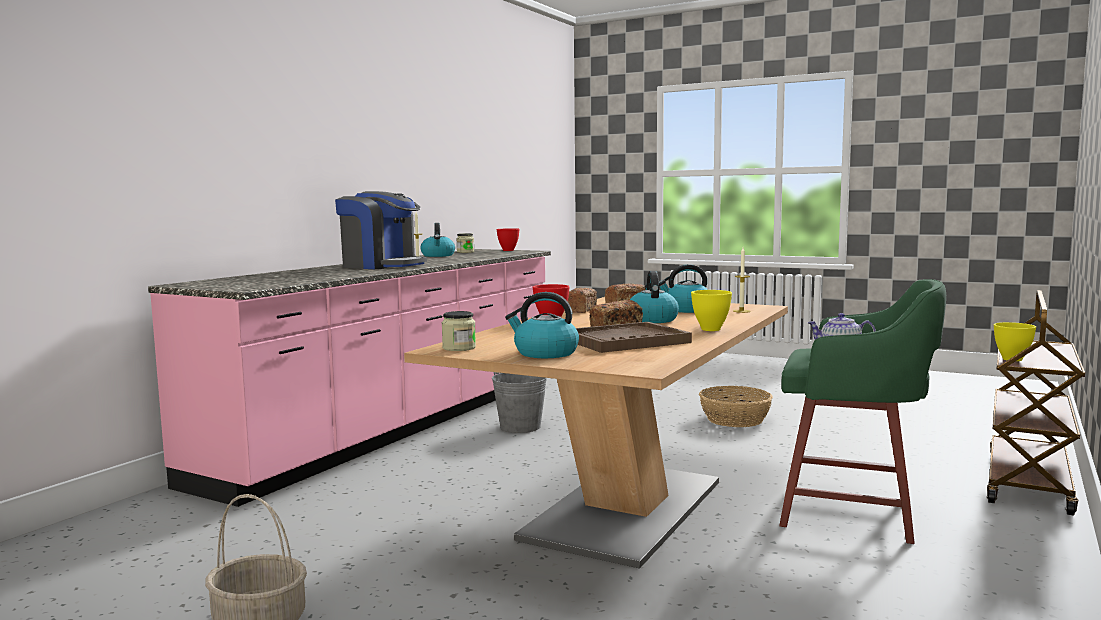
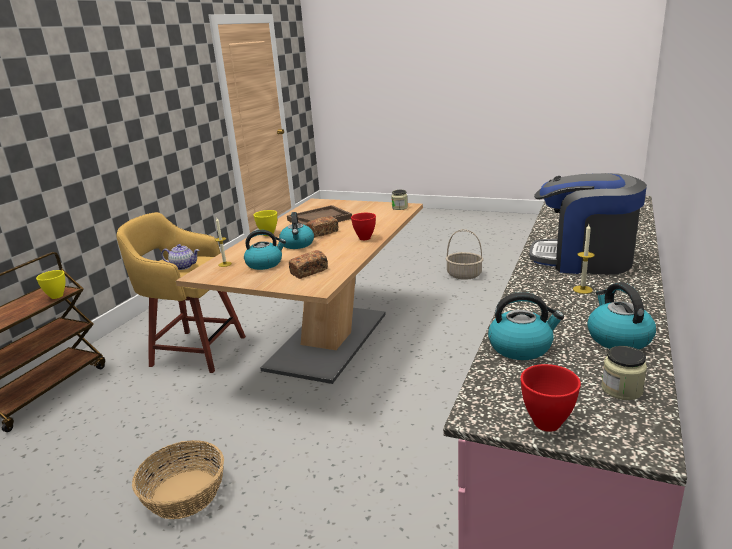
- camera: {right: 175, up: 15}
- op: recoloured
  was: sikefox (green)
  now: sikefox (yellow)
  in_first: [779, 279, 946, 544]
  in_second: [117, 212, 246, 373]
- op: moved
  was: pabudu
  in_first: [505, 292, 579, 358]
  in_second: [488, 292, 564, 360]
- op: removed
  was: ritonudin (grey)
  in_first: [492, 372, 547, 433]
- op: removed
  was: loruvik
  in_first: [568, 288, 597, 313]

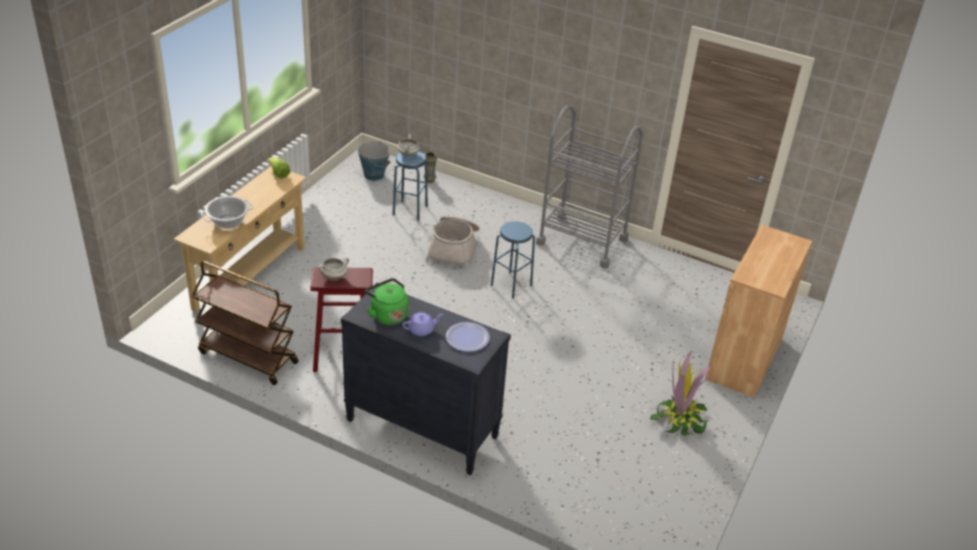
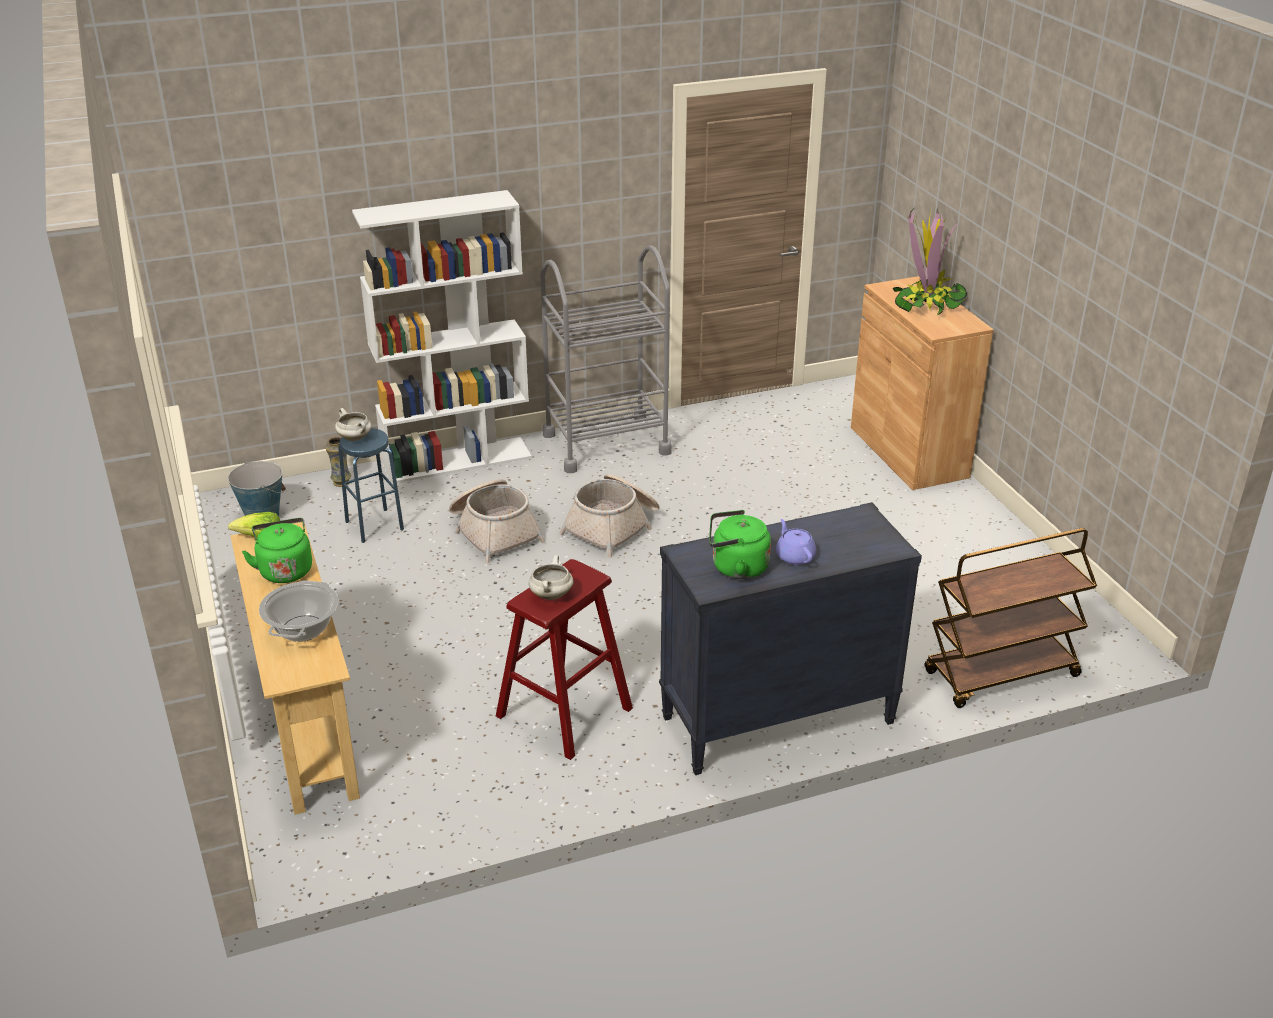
- camera: {right: -45, up: -5}
- op: added
  now: pabudu (green)
  in_second: [242, 518, 312, 583]
- op: added
  now: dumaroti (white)
  in_second: [352, 190, 532, 484]
- op: replaced
  was: sikefox (blue)
  now: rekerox
  in_first: [491, 221, 535, 299]
  in_second: [559, 474, 660, 558]
- op: turned
  was: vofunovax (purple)
  in_first: [402, 312, 443, 336]
  in_second: [776, 519, 816, 565]
  clockwise: -45
- op: moved
  was: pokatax
  in_first: [650, 351, 711, 436]
  in_second: [893, 209, 967, 315]
- op: moved
  was: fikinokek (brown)
  in_first: [192, 261, 298, 385]
  in_second: [924, 528, 1097, 708]
- op: removed
  was: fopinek
  in_first: [446, 322, 490, 352]

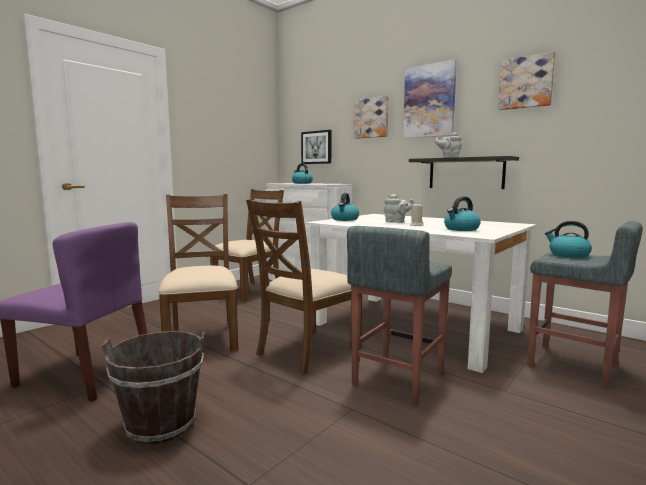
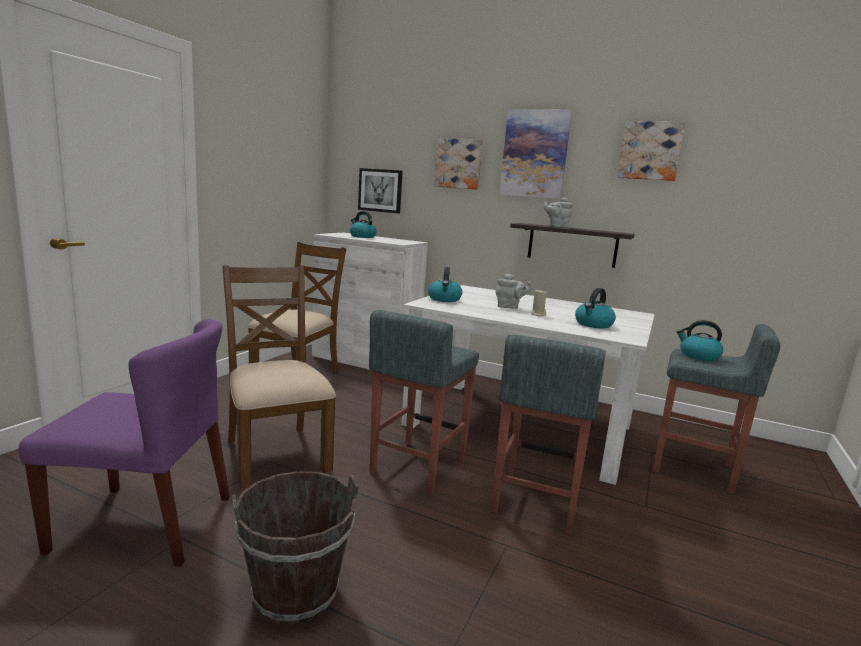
- camera: {right: -15, up: 5}
- op: replaced
  was: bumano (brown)
  now: sikefox (grey)
  in_first: [246, 198, 362, 375]
  in_second: [369, 310, 479, 494]

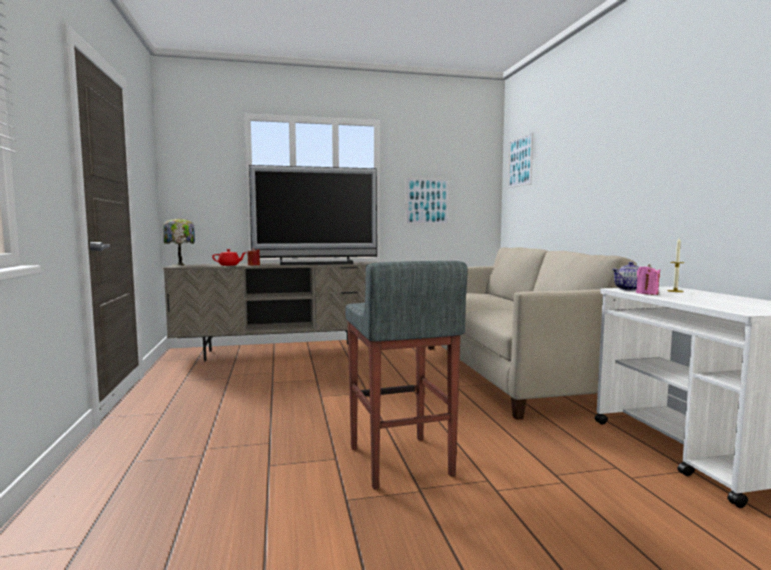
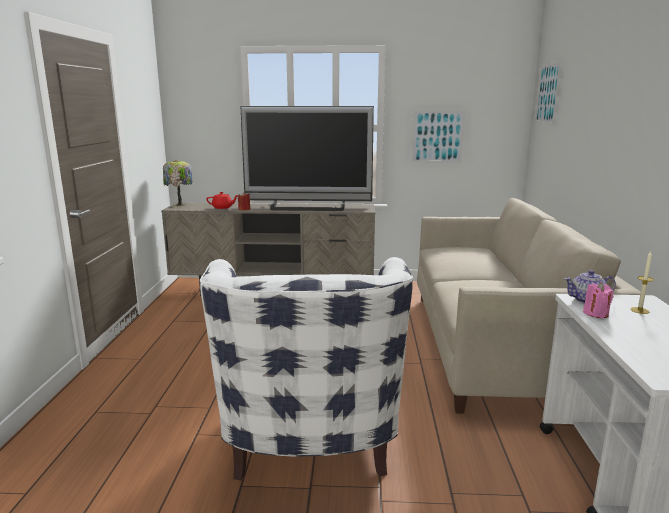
- camera: {right: 15, up: 10}
- op: replaced
  was: sikefox (grey)
  now: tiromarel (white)
  in_first: [345, 261, 468, 490]
  in_second: [200, 257, 413, 480]

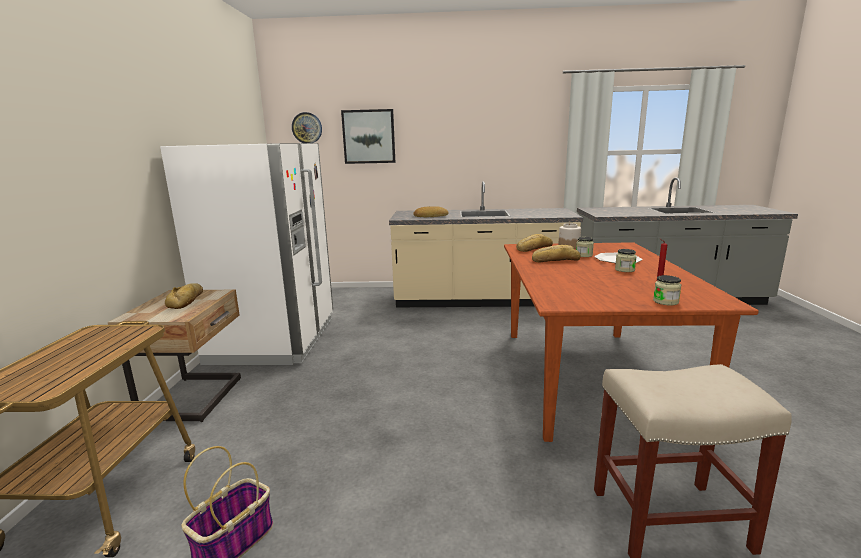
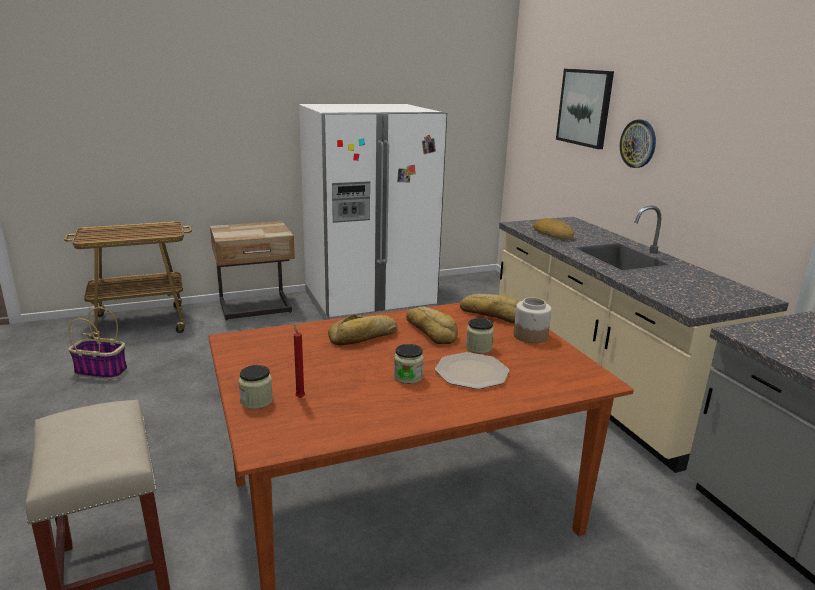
- camera: {right: 65, up: 5}
- op: moved
  was: loruvik
  in_first: [165, 283, 203, 309]
  in_second: [328, 314, 397, 345]
- op: moved
  was: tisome
  in_first: [292, 112, 322, 143]
  in_second: [620, 120, 656, 168]

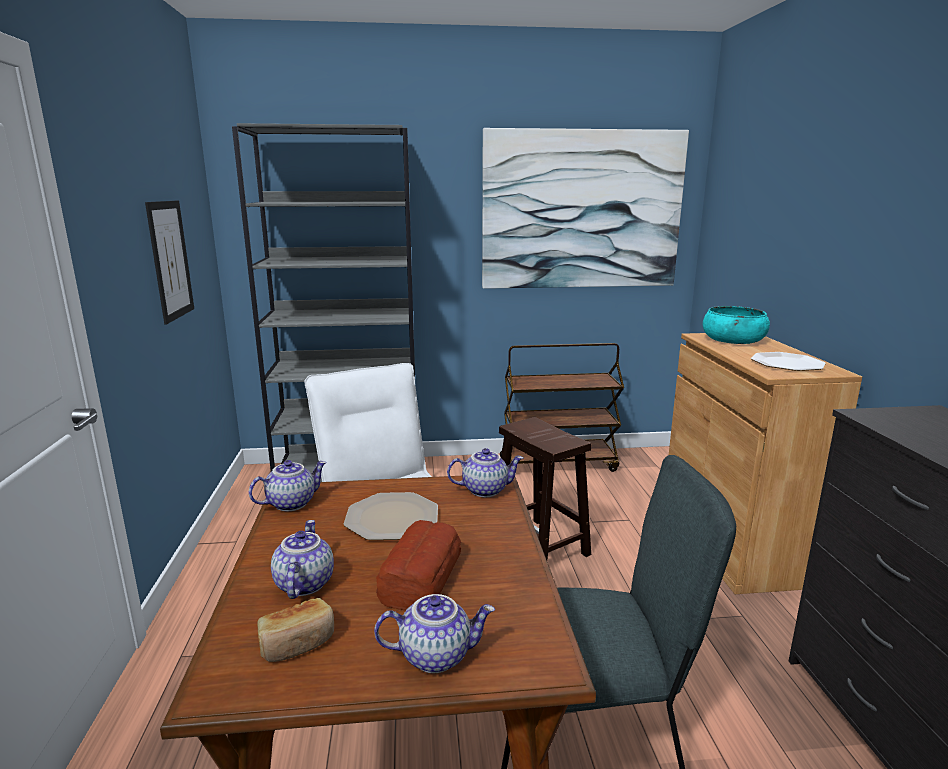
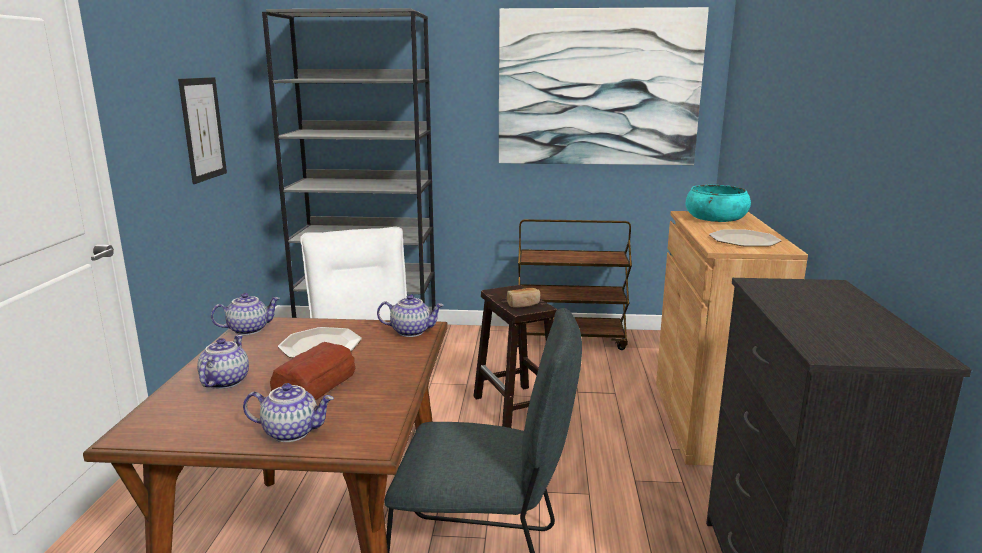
- camera: {right: 10, up: 0}
- op: moved
  was: loruvik
  in_first: [257, 598, 334, 662]
  in_second: [507, 288, 540, 308]

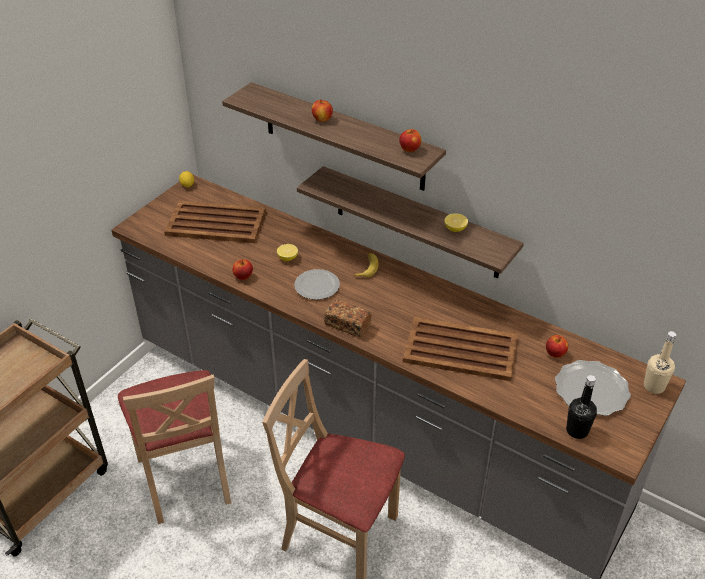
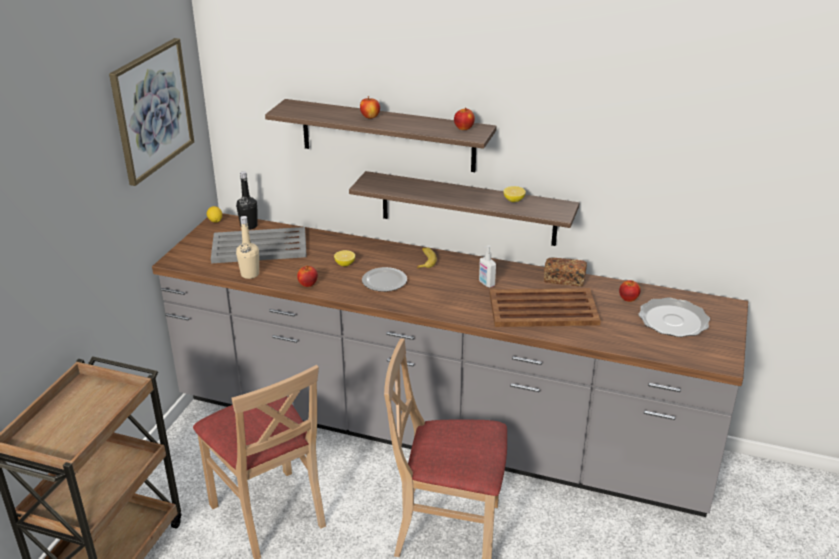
- camera: {right: -15, up: -10}
- op: added
  now: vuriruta
  in_second: [109, 38, 194, 186]
- op: recoloured
  was: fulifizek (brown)
  now: fulifizek (grey)
  in_first: [164, 201, 266, 243]
  in_second: [211, 227, 307, 263]
- op: moved
  was: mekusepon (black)
  in_first: [566, 375, 597, 439]
  in_second: [236, 171, 258, 230]
- op: moved
  was: mekusepon (beige)
  in_first: [644, 331, 676, 394]
  in_second: [236, 216, 259, 279]
- op: added
  now: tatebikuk
  in_second: [479, 245, 496, 287]
- op: moved
  was: loruvik
  in_first: [324, 299, 372, 337]
  in_second: [544, 257, 587, 286]

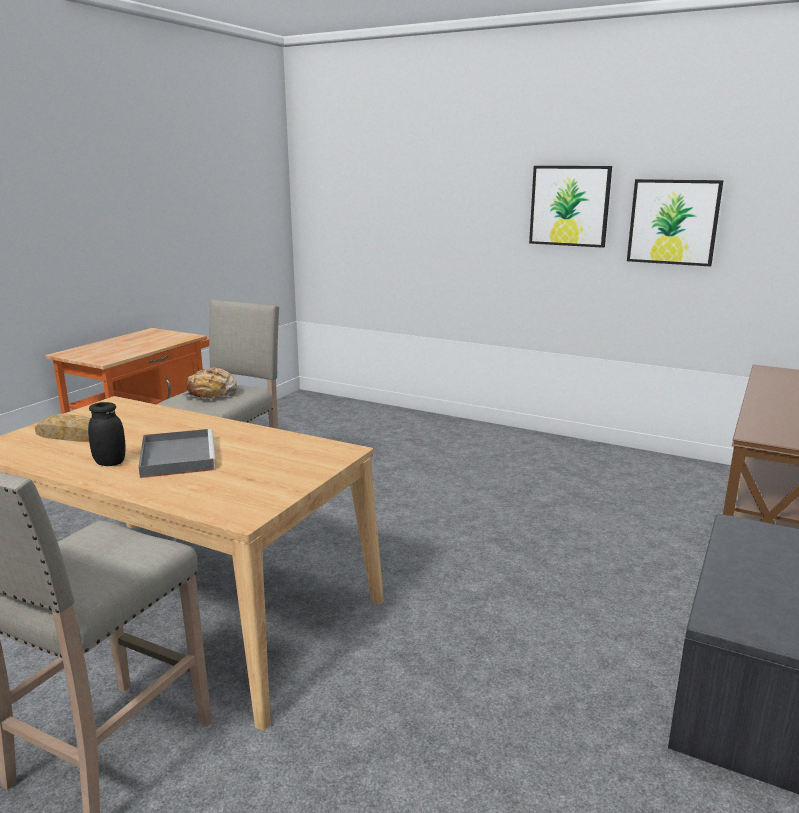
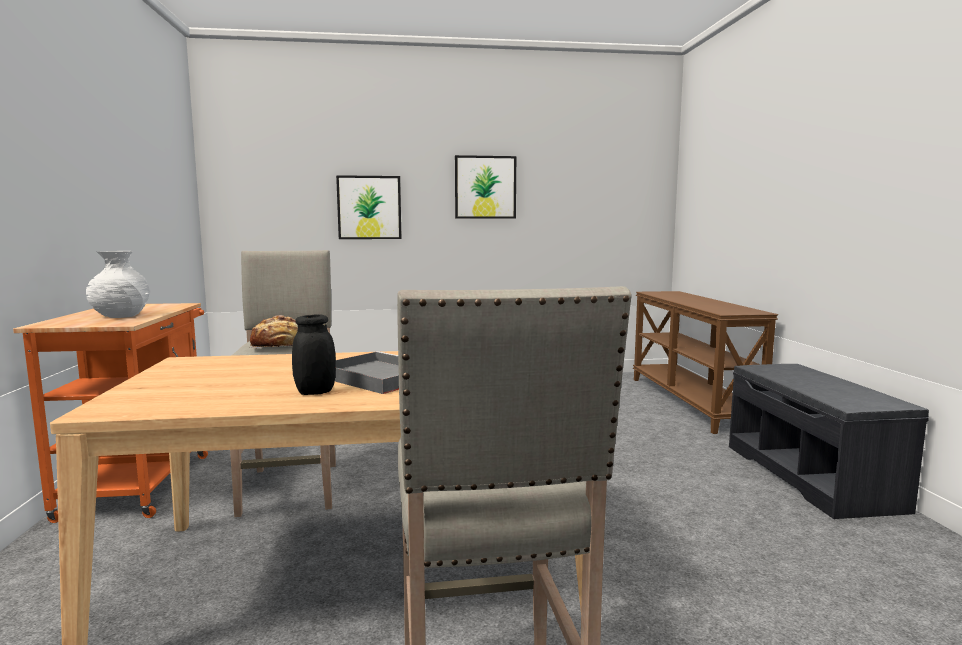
- camera: {right: -35, up: -10}
- op: added
  now: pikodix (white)
  in_second: [86, 251, 149, 318]
- op: moved
  was: vuriruta
  in_first: [627, 179, 723, 267]
  in_second: [336, 175, 402, 239]
- op: removed
  was: loruvik
  in_first: [35, 414, 90, 442]

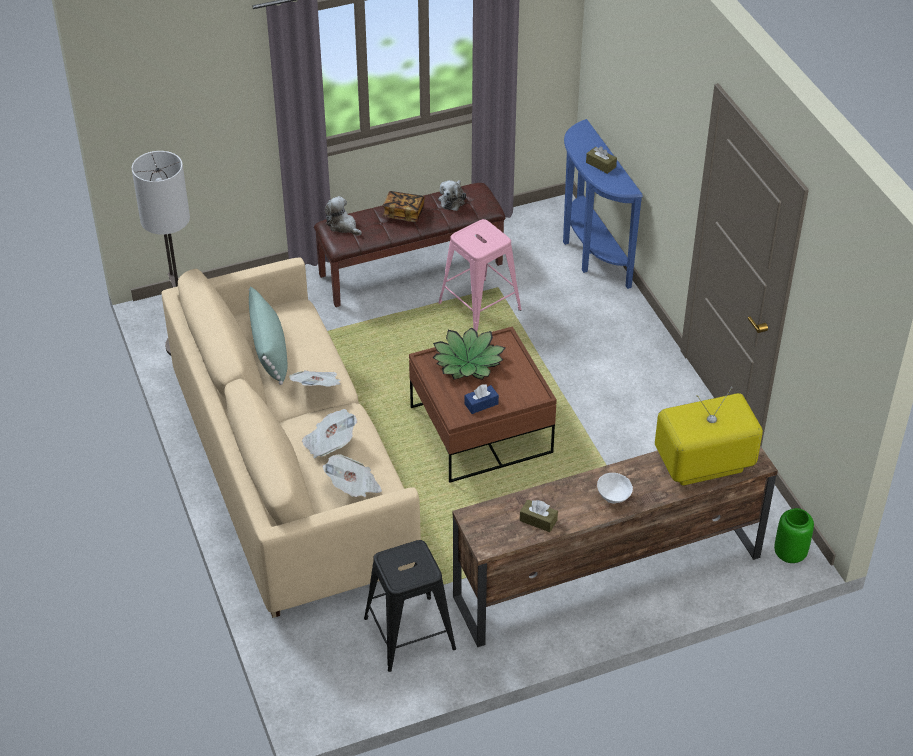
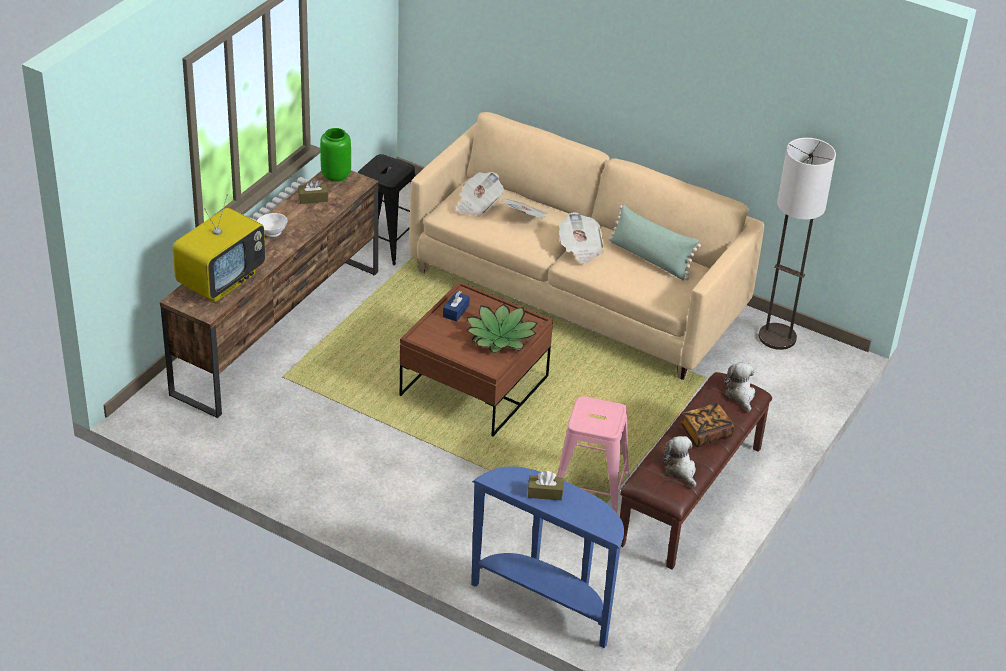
- camera: {right: 140, up: -5}
- op: moved
  was: pikodix (green)
  in_first: [774, 508, 814, 563]
  in_second: [320, 128, 351, 182]
- op: turned
  was: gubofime
  in_first: [325, 196, 362, 236]
  in_second: [724, 362, 755, 412]
  clockwise: -105

